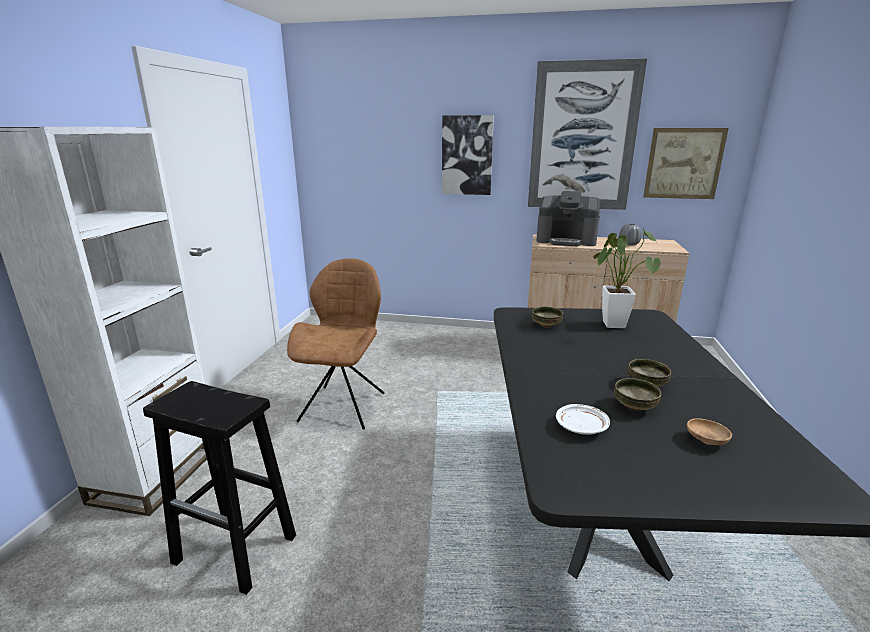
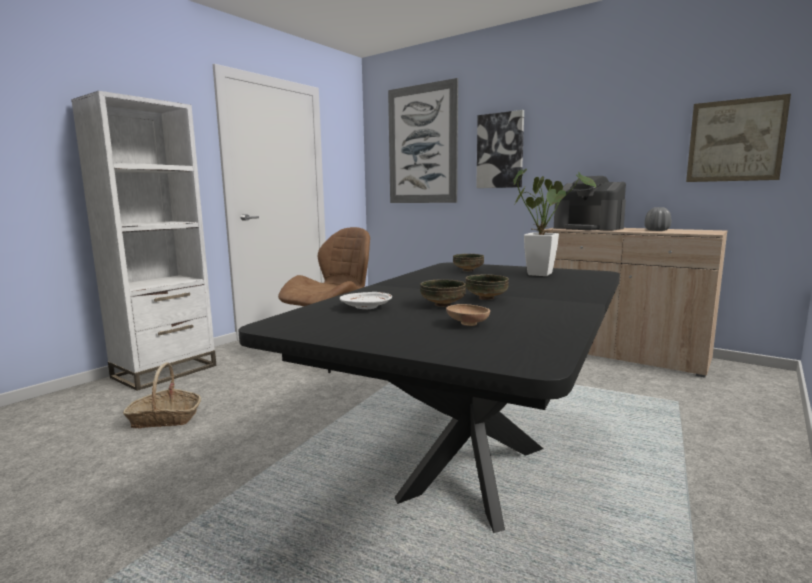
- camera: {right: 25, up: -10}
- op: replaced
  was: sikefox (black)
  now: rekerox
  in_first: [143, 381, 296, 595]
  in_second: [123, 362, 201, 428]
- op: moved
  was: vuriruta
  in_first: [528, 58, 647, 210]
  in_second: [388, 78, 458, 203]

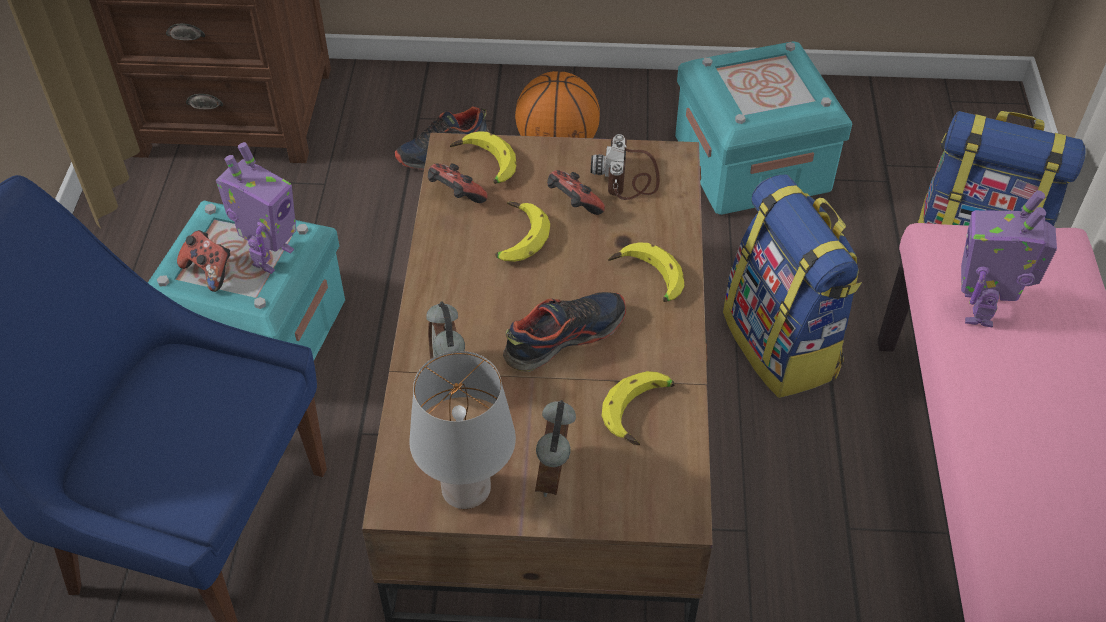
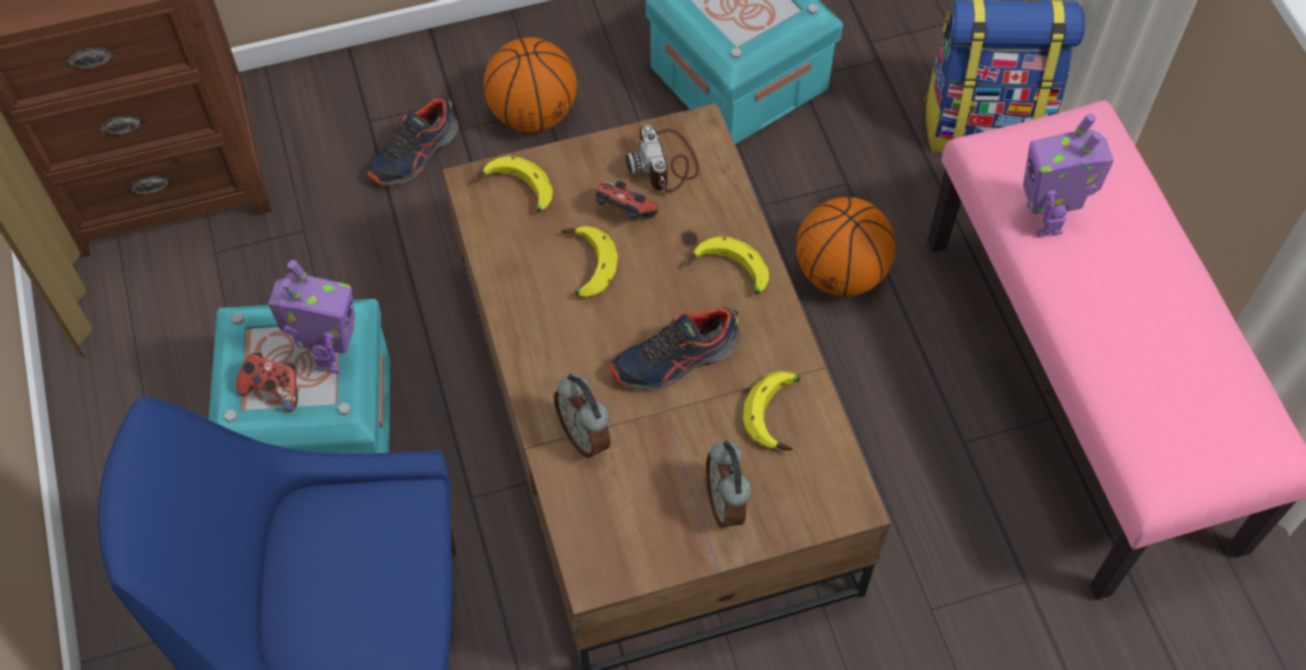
- camera: {right: -20, up: 10}
- op: turned
  was: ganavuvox
  in_first: [503, 292, 626, 372]
  in_second: [611, 307, 741, 391]
  clockwise: -150
- op: replaced
  was: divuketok
  now: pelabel
  in_first: [723, 174, 862, 398]
  in_second: [796, 197, 895, 296]
- op: removed
  was: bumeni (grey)
  in_first: [409, 351, 516, 509]
- op: removed
  was: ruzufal
  in_first: [428, 163, 488, 203]

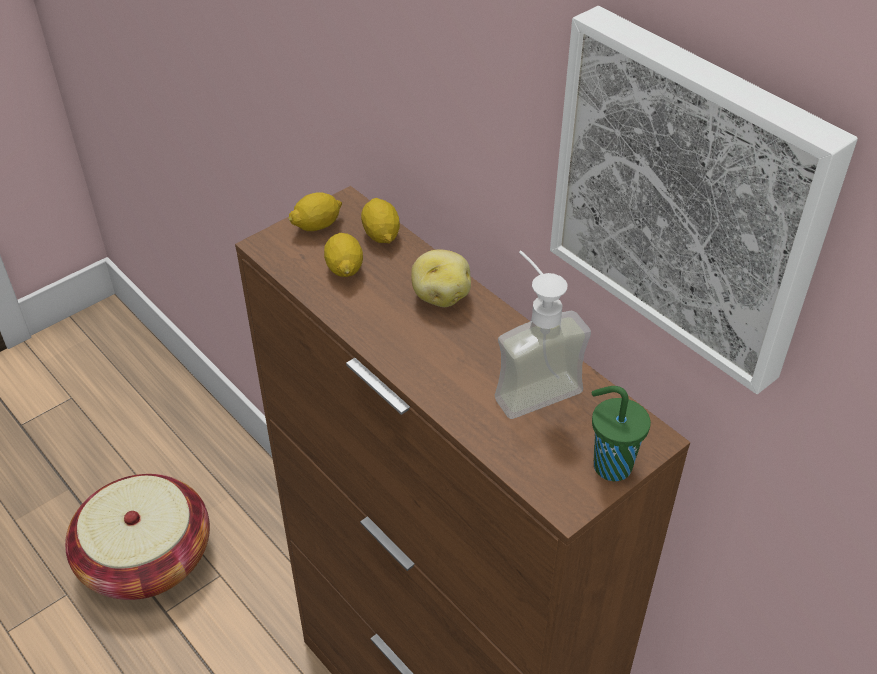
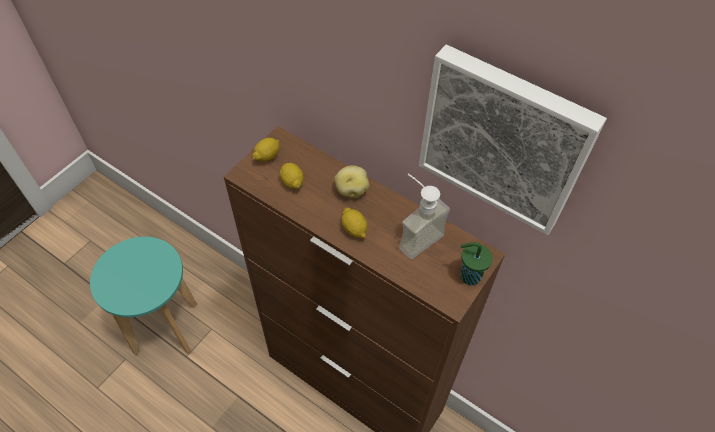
- camera: {right: -15, up: 10}
- op: replaced
  was: rekerox
  now: sikefox (turquoise)
  in_first: [65, 474, 210, 600]
  in_second: [90, 237, 198, 356]
- op: moved
  was: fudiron
  in_first: [361, 198, 400, 243]
  in_second: [342, 208, 367, 239]

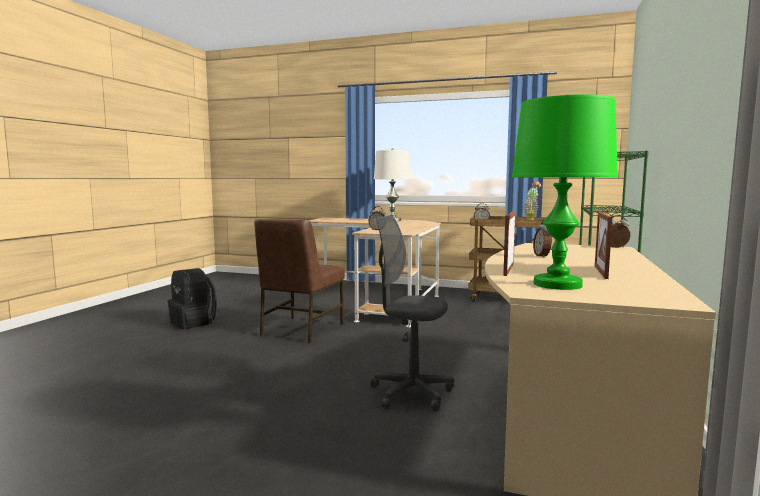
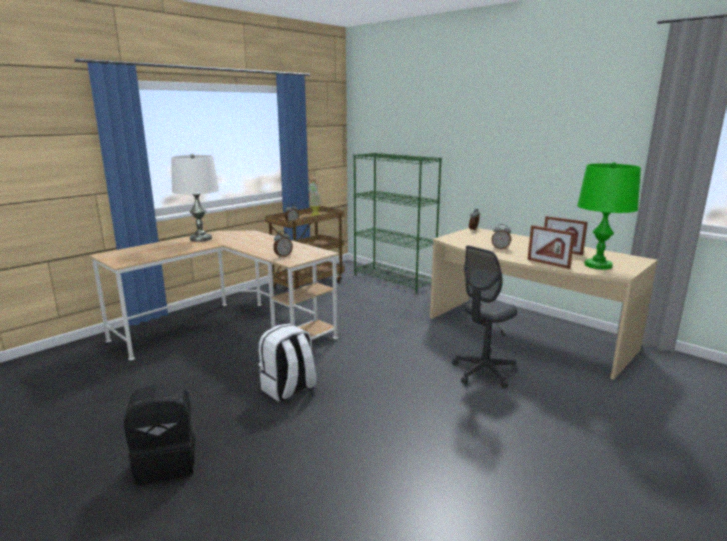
- camera: {right: -65, up: 10}
- op: replaced
  was: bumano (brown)
  now: divuketok (white)
  in_first: [254, 219, 345, 343]
  in_second: [259, 323, 317, 402]

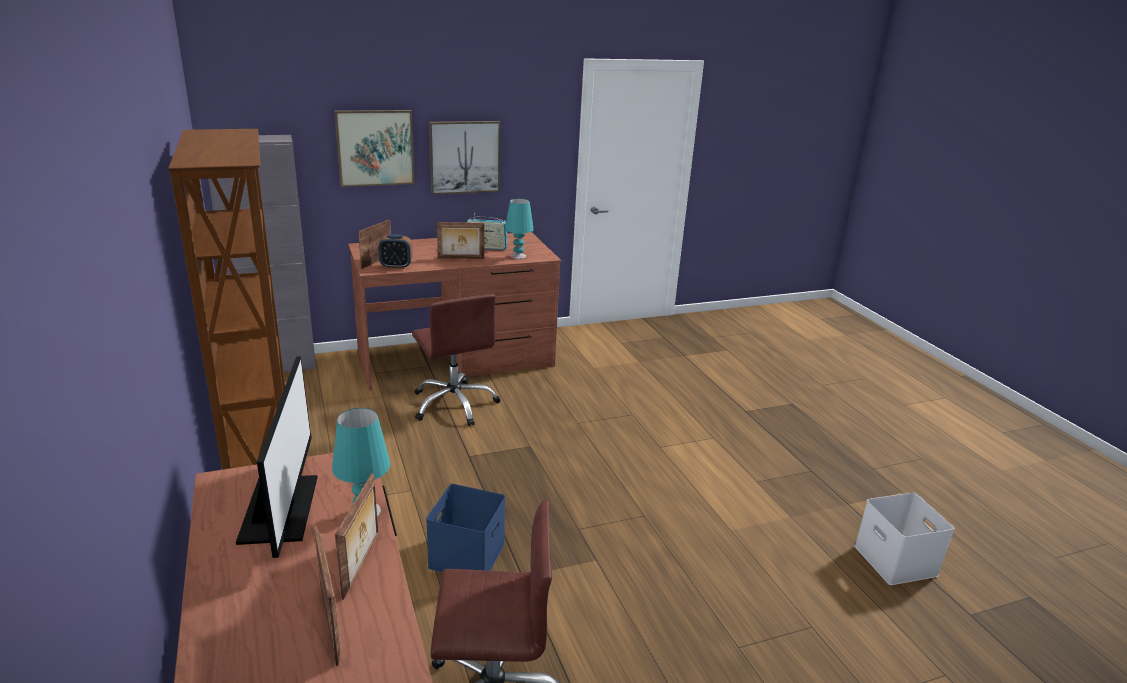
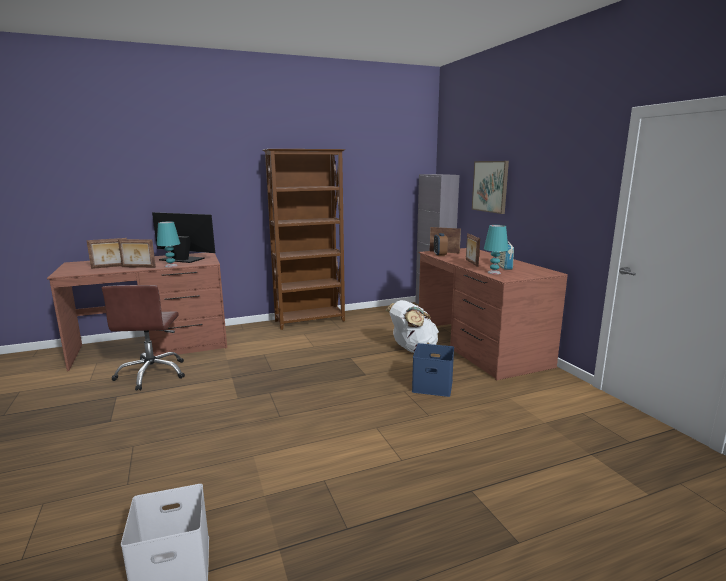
- camera: {right: 90, up: -10}
- op: turned
  was: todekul
  in_first: [236, 356, 318, 558]
  in_second: [152, 212, 215, 263]
  clockwise: -150
- op: replaced
  was: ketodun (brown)
  now: divuketok (white)
  in_first: [412, 294, 501, 426]
  in_second: [386, 300, 439, 353]
- op: moved
  was: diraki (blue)
  in_first: [426, 484, 505, 572]
  in_second: [412, 343, 454, 397]
- op: removed
  was: vuriruta
  in_first: [429, 121, 501, 195]

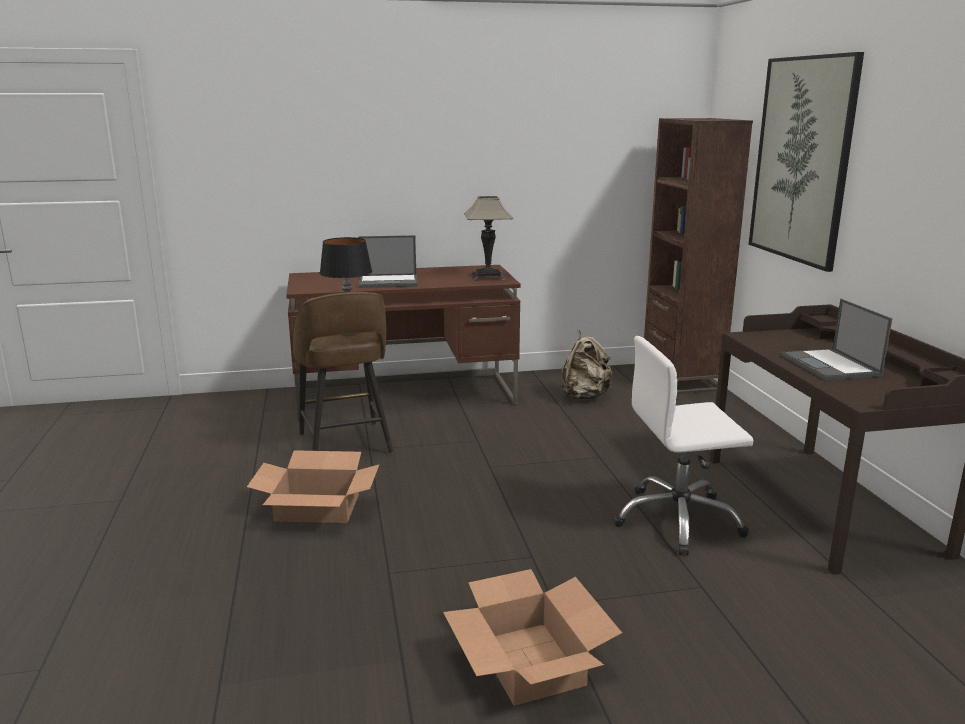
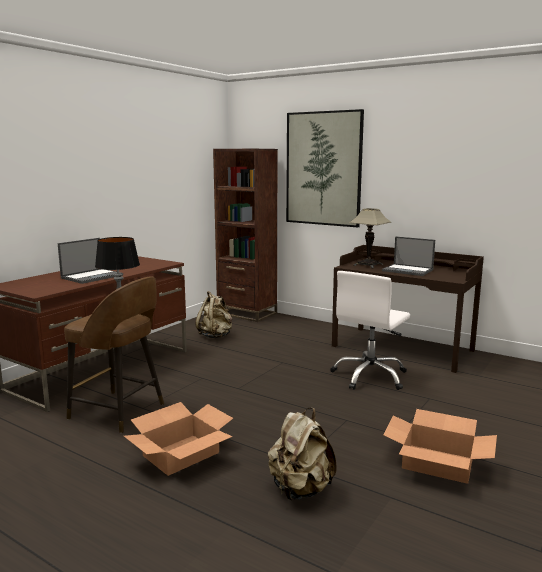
- camera: {right: -45, up: -5}
- op: added
  now: divuketok (beige)
  in_second: [268, 408, 337, 500]
- op: moved
  was: bumeni
  in_first: [464, 196, 514, 281]
  in_second: [349, 208, 391, 268]

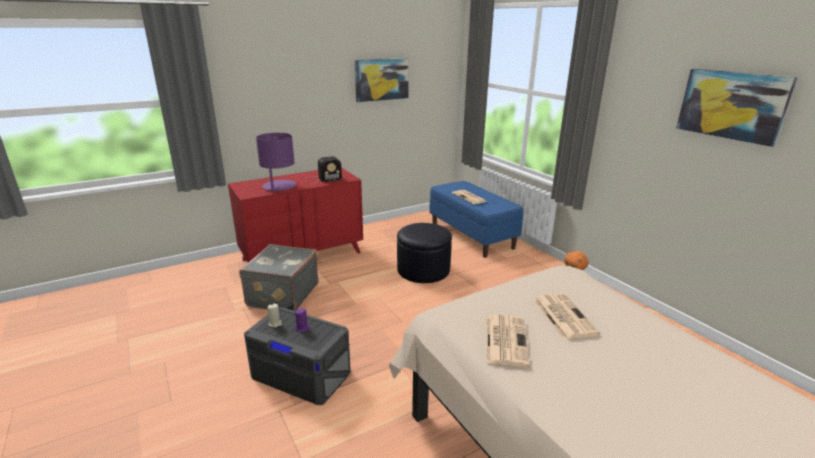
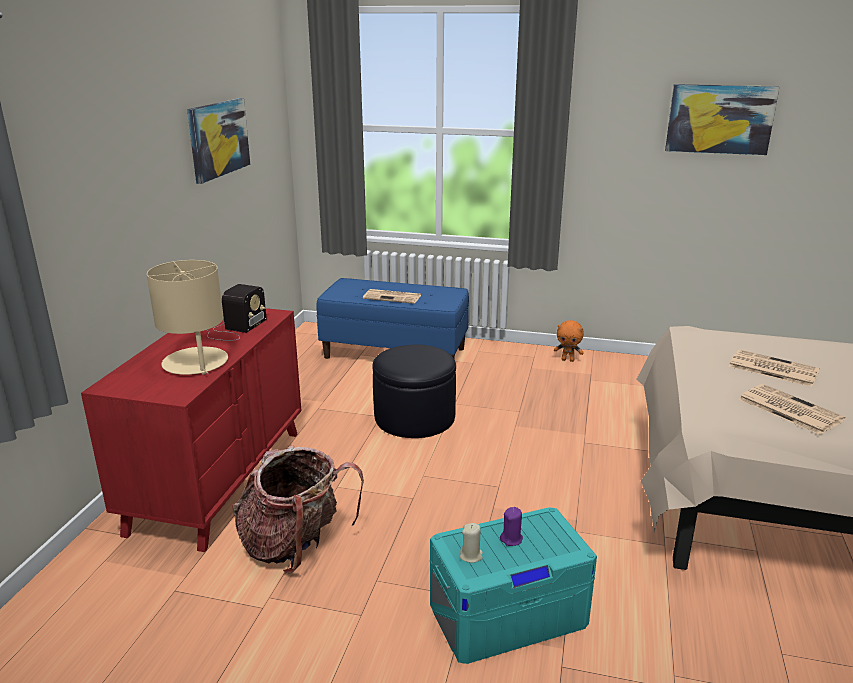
- camera: {right: -45, up: 0}
- op: recoloured
  was: bumeni (purple)
  now: bumeni (beige)
  in_first: [256, 133, 297, 192]
  in_second: [147, 260, 228, 375]
- op: replaced
  was: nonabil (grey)
  now: divuketok
  in_first: [239, 244, 319, 311]
  in_second: [232, 445, 364, 574]
- op: recoloured
  was: diraki (grey)
  now: diraki (turquoise)
  in_first: [244, 307, 351, 405]
  in_second: [430, 507, 597, 664]

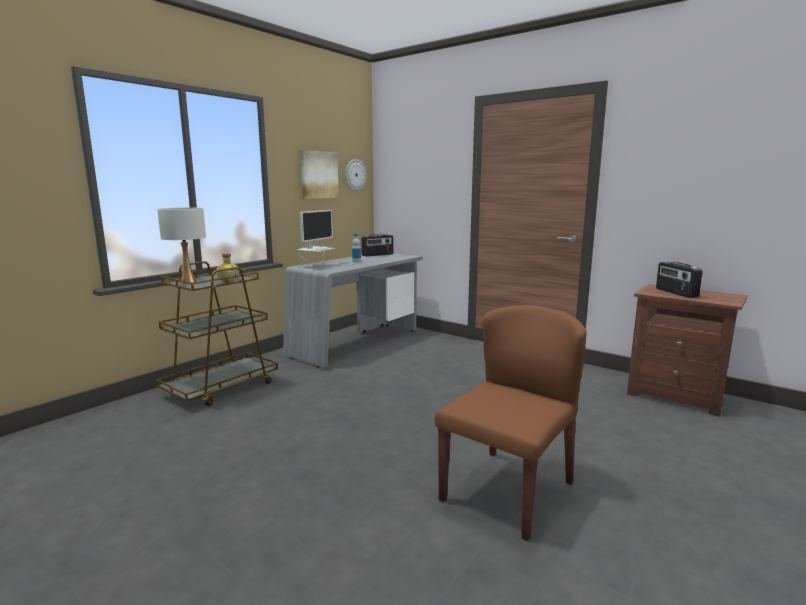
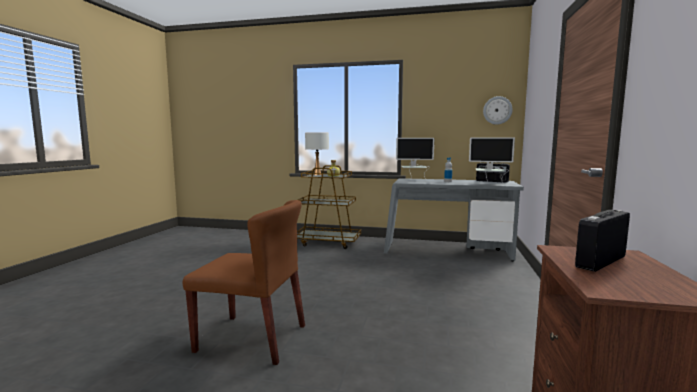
- camera: {right: 65, up: -5}
- op: added
  now: todekul
  in_second: [469, 137, 515, 185]
- op: removed
  was: vuriruta
  in_first: [300, 150, 339, 199]

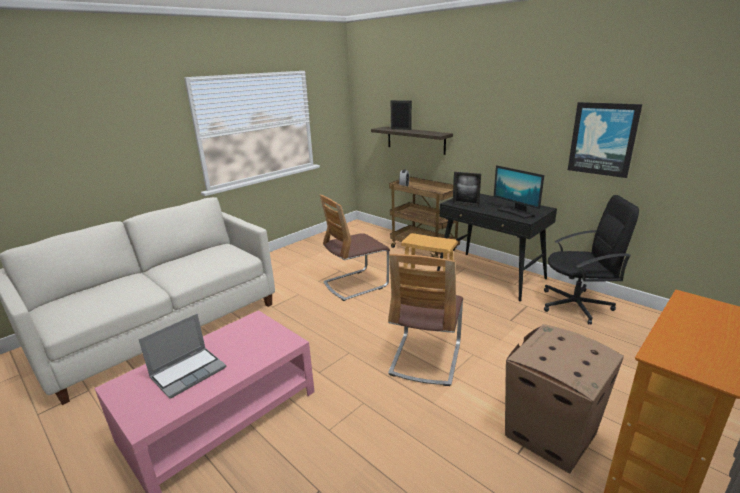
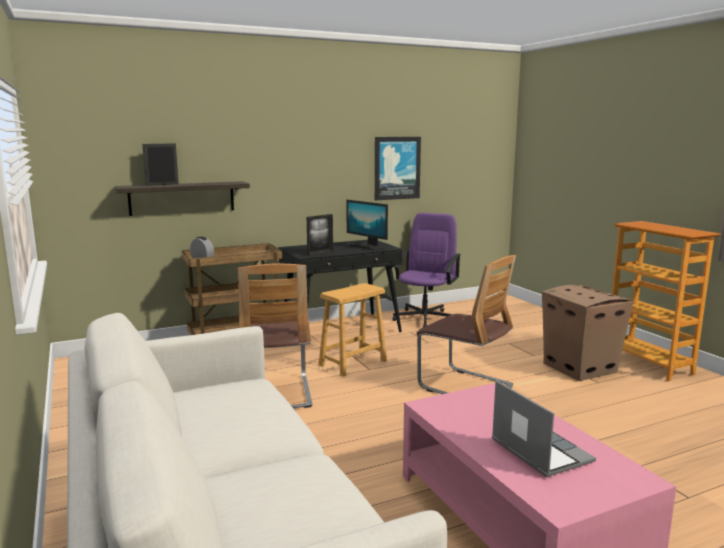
- camera: {right: -70, up: -10}
- op: turned
  was: todekul
  in_first: [494, 165, 544, 219]
  in_second: [346, 200, 388, 251]
  clockwise: 60
- op: recoloured
  was: ketodun (black)
  now: ketodun (purple)
  in_first: [544, 195, 639, 325]
  in_second: [392, 213, 460, 327]

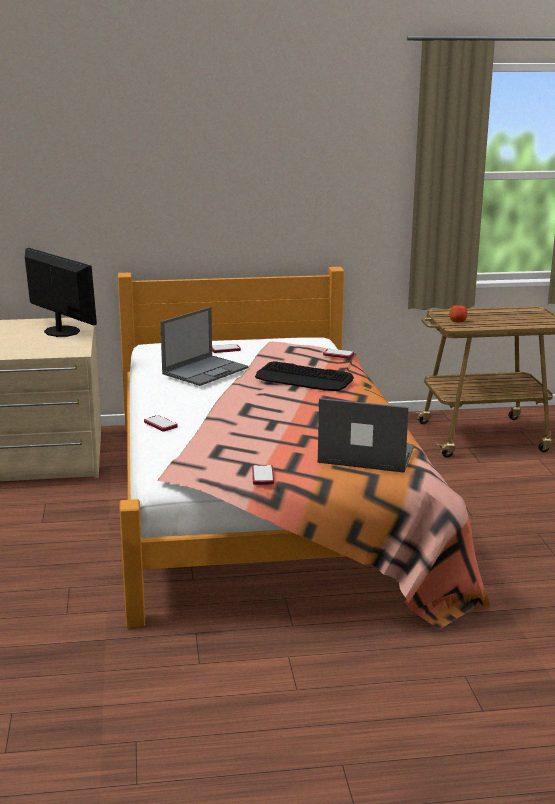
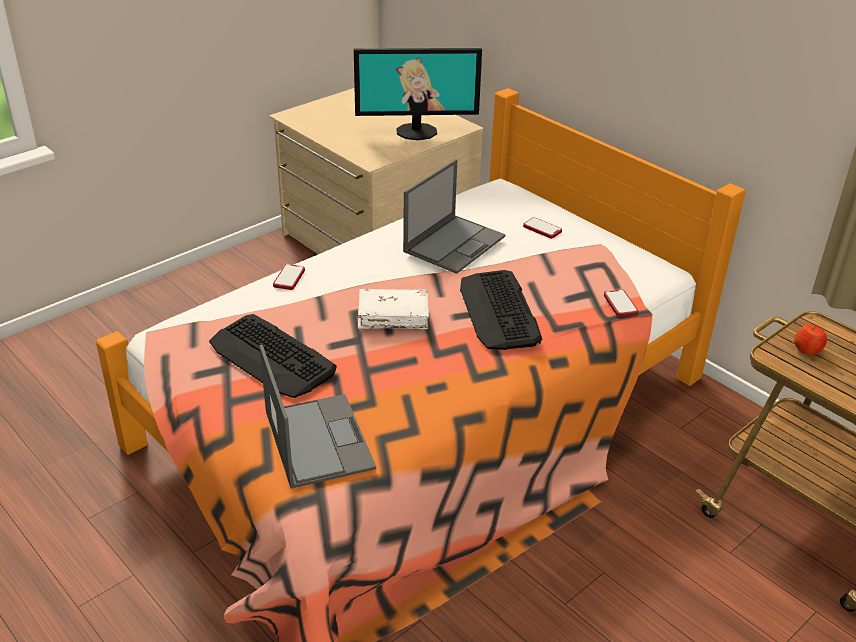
- camera: {right: 55, up: 15}
- op: added
  now: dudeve
  in_second: [209, 314, 337, 398]
- op: turned
  was: todekul
  in_first: [25, 248, 97, 337]
  in_second: [354, 48, 482, 140]
  clockwise: 75
- op: added
  now: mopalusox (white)
  in_second: [358, 289, 429, 329]
- op: turned
  was: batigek
  in_first: [160, 307, 248, 386]
  in_second: [403, 159, 505, 274]
  clockwise: -60
- op: removed
  was: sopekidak
  in_first: [252, 465, 274, 485]

